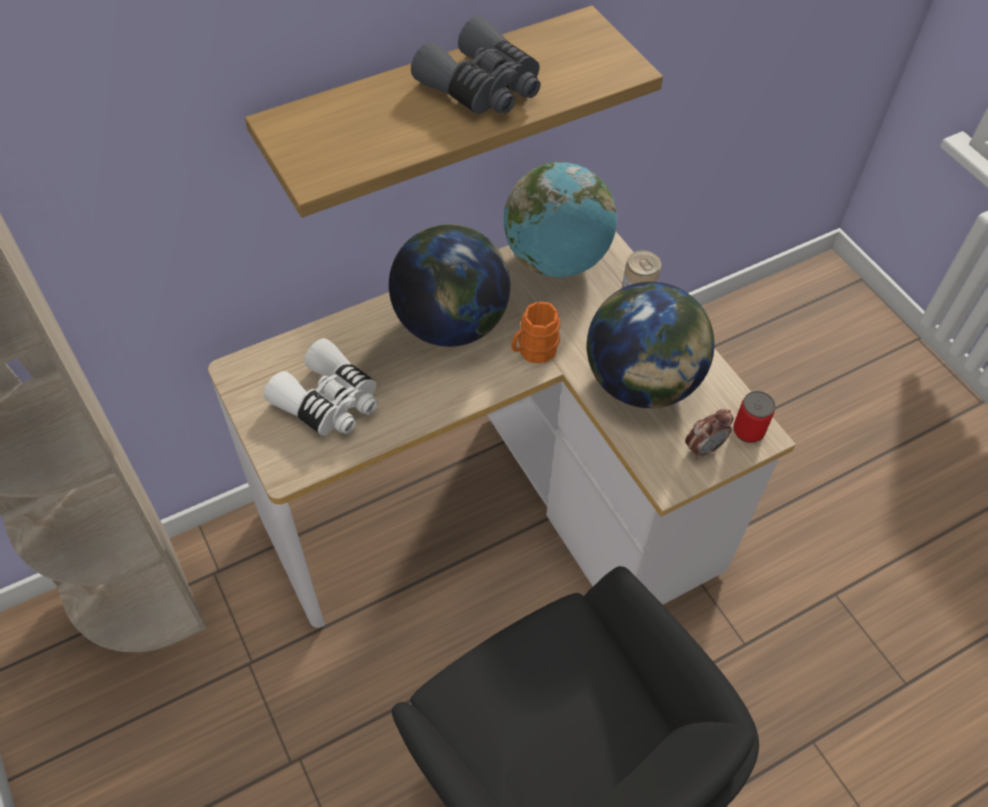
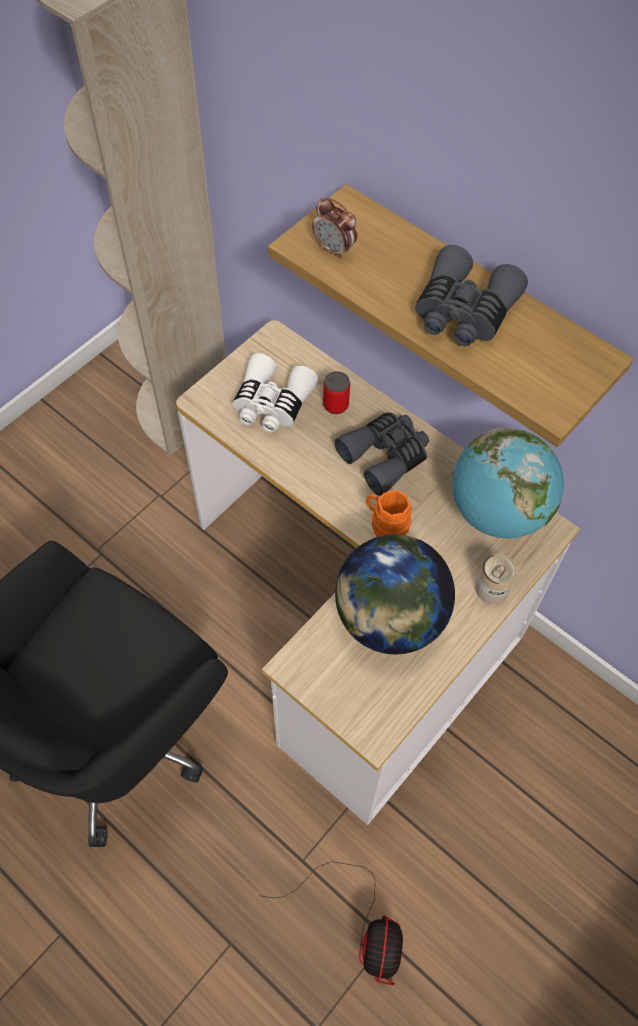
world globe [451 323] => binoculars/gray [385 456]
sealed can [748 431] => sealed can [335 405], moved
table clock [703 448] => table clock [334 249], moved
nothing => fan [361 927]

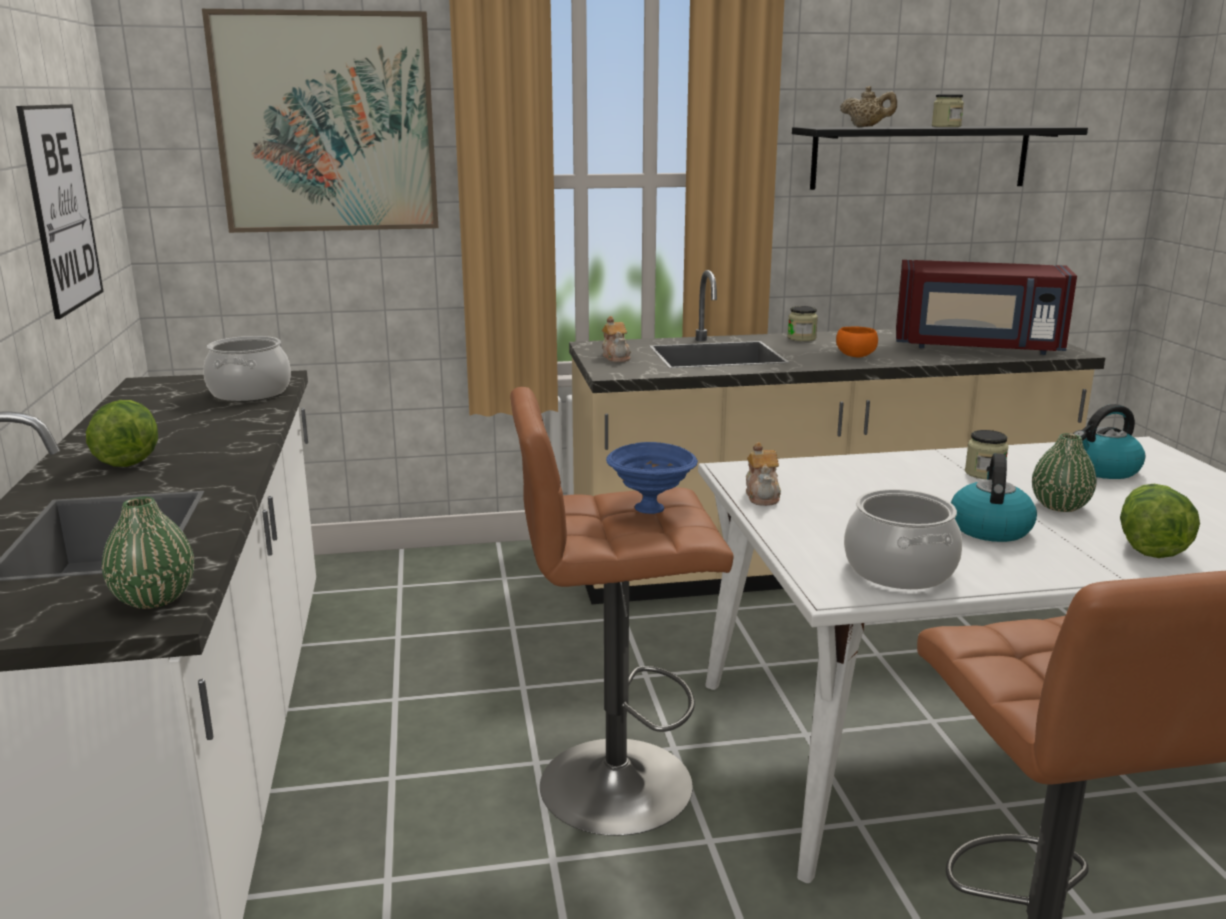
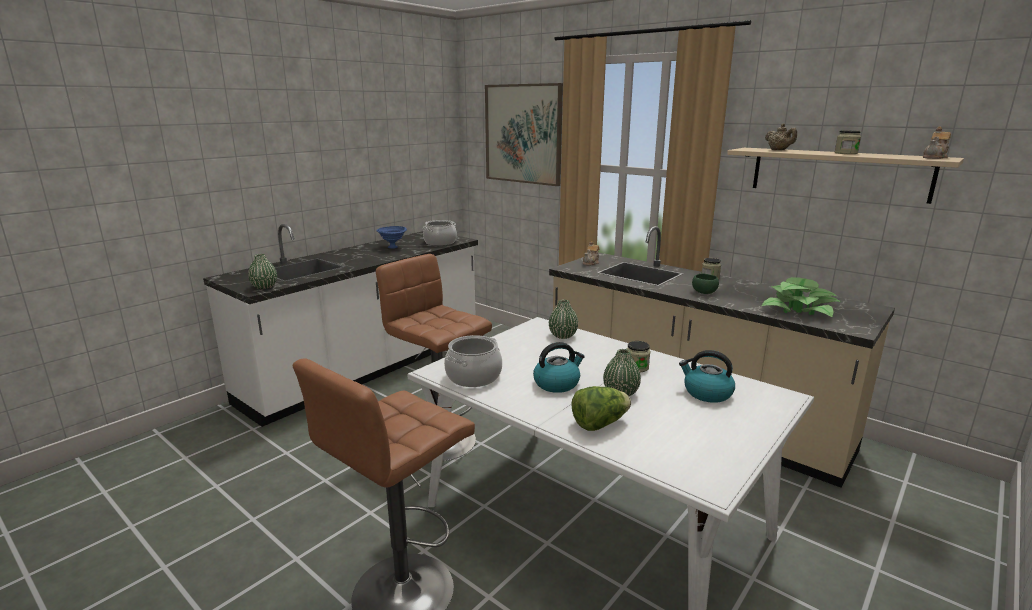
picture [61 208] => nothing
wall shelf/black [920 157] => wall shelf/beige-coloured [838 173]
microwave/red [977 347] => houseplant [799 309]
serving bowl/orange-coloured [855 356] => serving bowl/green-coloured [703 292]
lettuce head [128 458] => nothing
serving bowl/bluish [652 509] => serving bowl/bluish [393 247], moved
teapot [763 496] => teapot [935 157], moved
nothing => decorative vase/green-coloured [562 335]

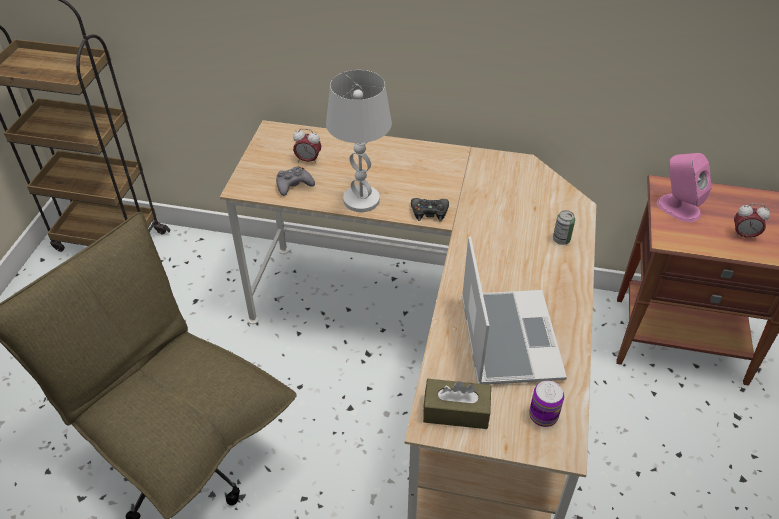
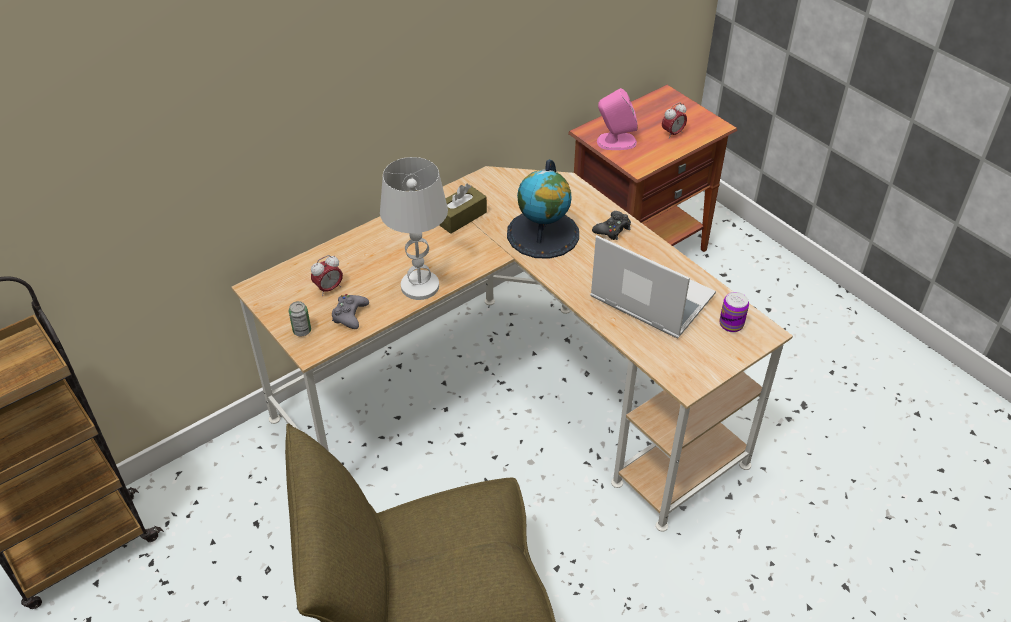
game controller/black [429 212] => game controller/black [612 229], moved
sealed can [561 240] => sealed can [302 331], moved
box of tissues/brownish [456 411] => box of tissues/brownish [460 217], moved
nothing => world globe [543 234]

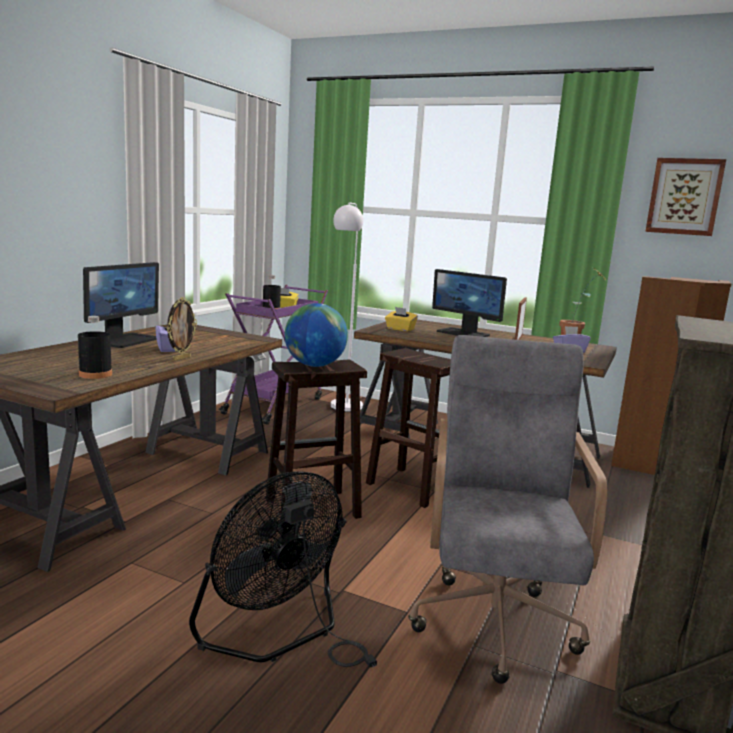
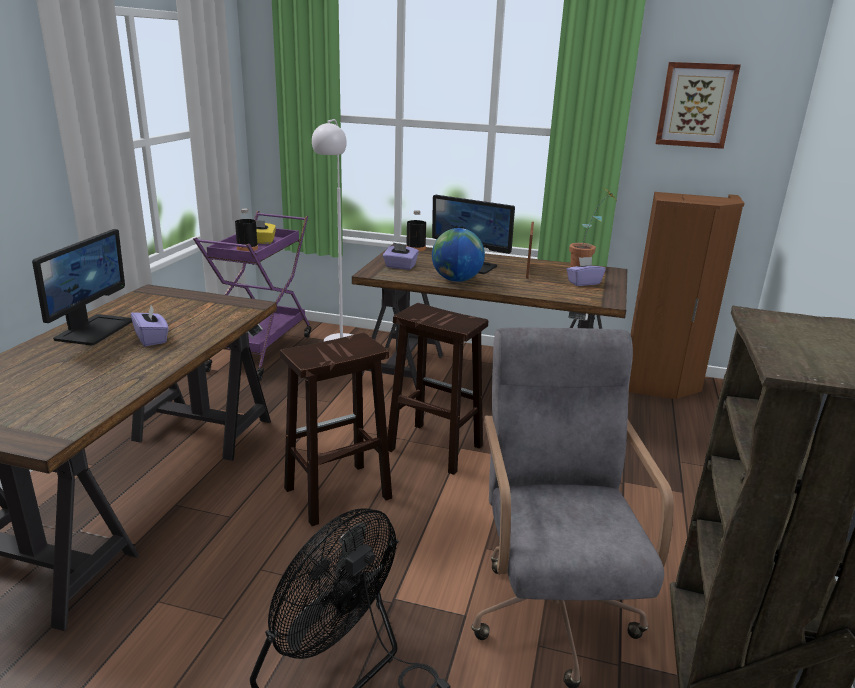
picture frame [181 359] => nothing
world globe [314 365] => world globe [456 280], moved
box of tissues/yellow-coloured [400 329] => box of tissues/purple [400 266]
drink bottle/black [95 374] => drink bottle/black [415 248], moved

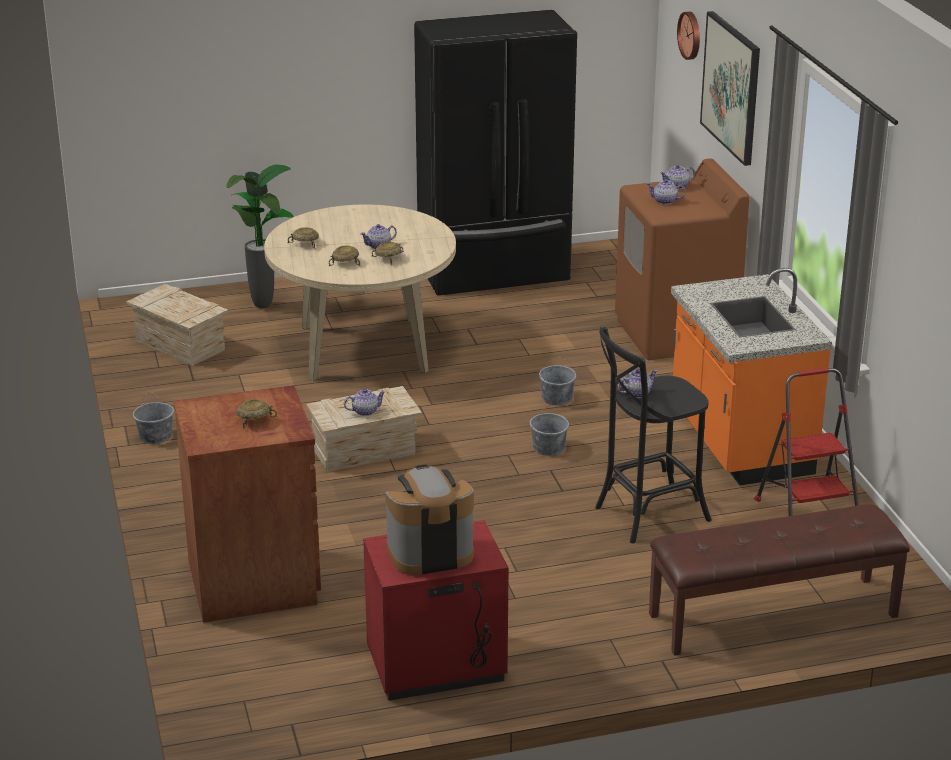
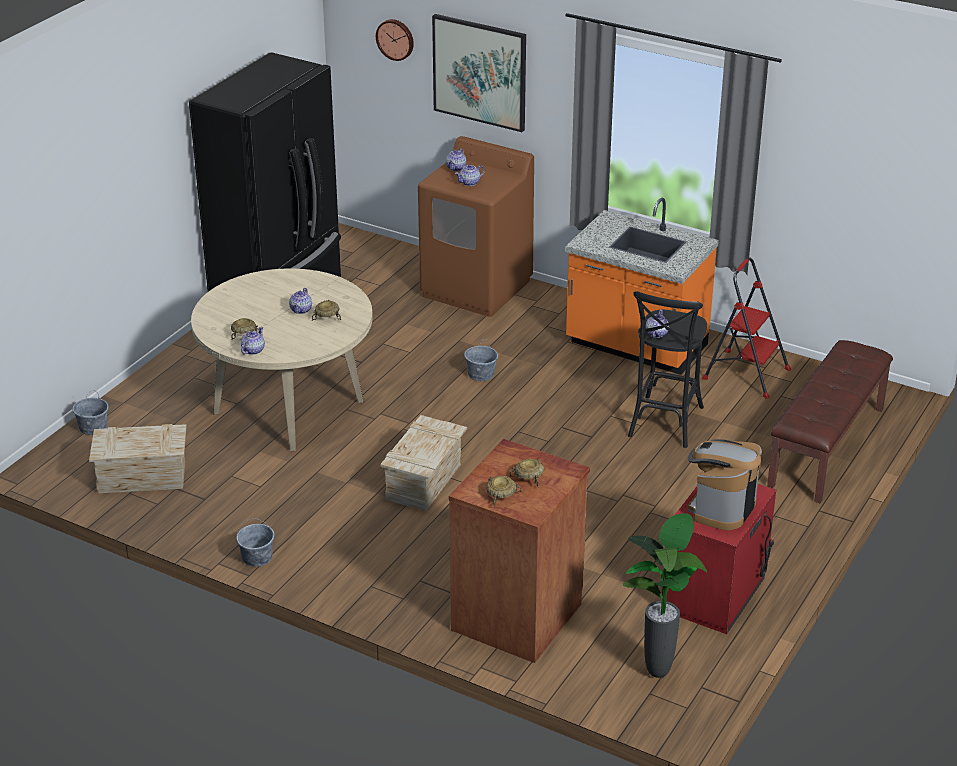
houseplant [264 306] => houseplant [659 672], moved
serving bowl/beige-coloured [346 262] => serving bowl/beige-coloured [501 495], moved
teapot [364 411] => teapot [252 350], moved
bucket/gray [549 448] => bucket/gray [93 427], moved

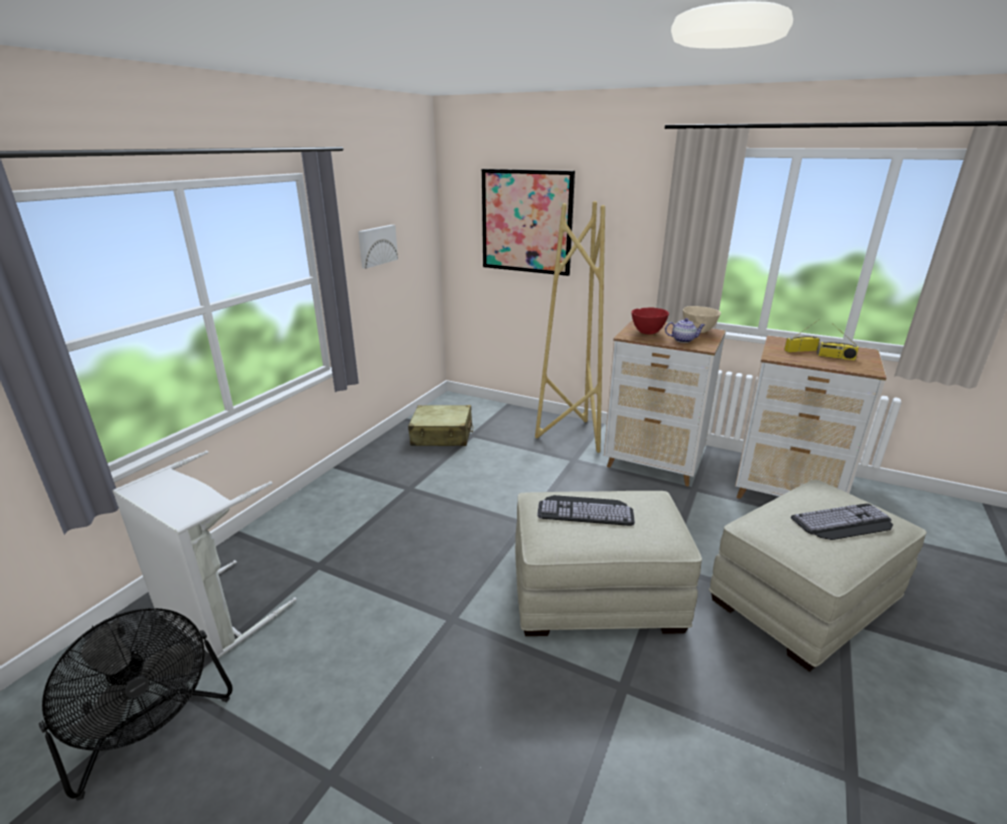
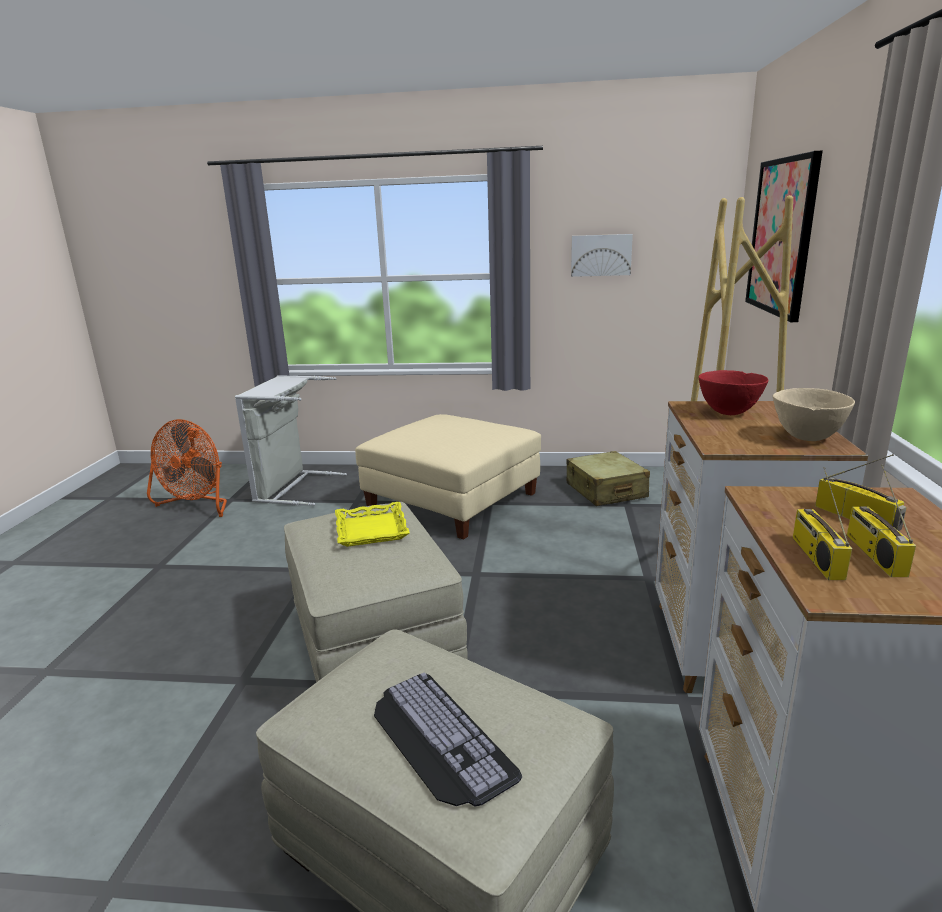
teapot [683 340] => nothing
keyboard [586 510] => carrying tray/yellow-coloured [372 530]
fan/black [143 730] => fan/orange-coloured [198 503]
nothing => ottoman/beige-coloured [453 500]
nothing => radio receiver [815 556]

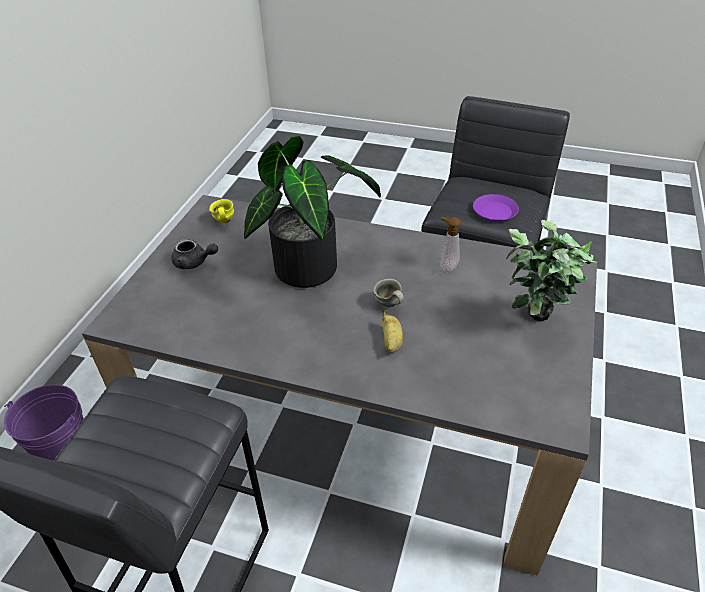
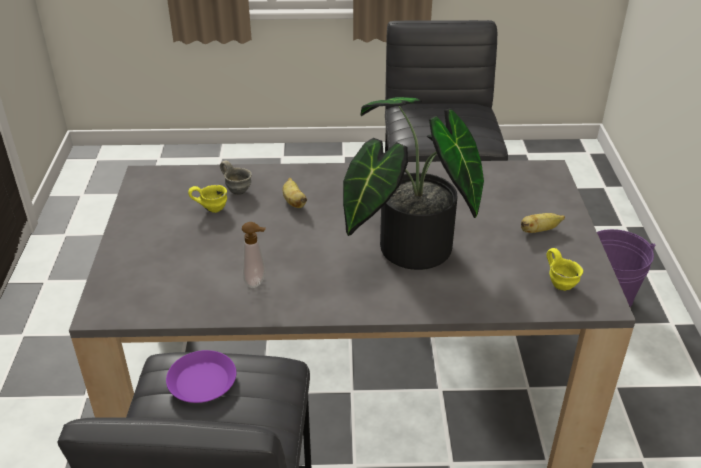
houseplant [534 325] => nothing
teapot/gray [194 262] => banana fruit [539 230]
mug/gray [388 306] => mug/gray [238 189], moved
nothing => mug/yellow-coloured [211 208]

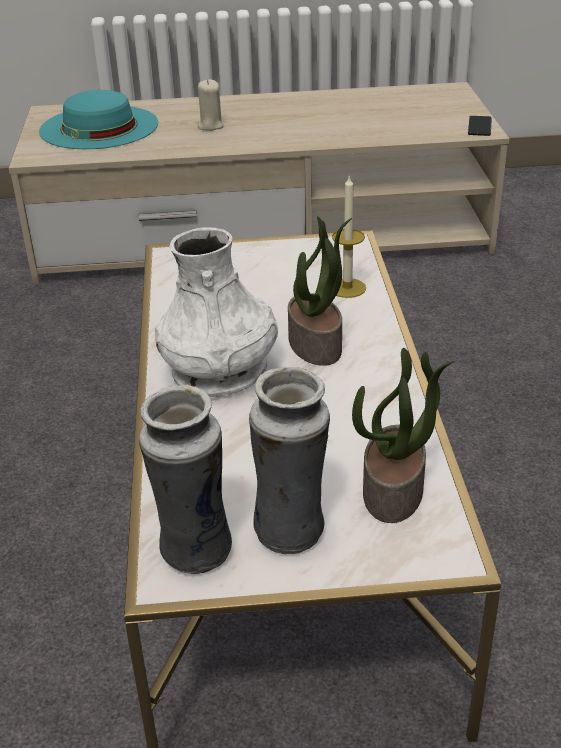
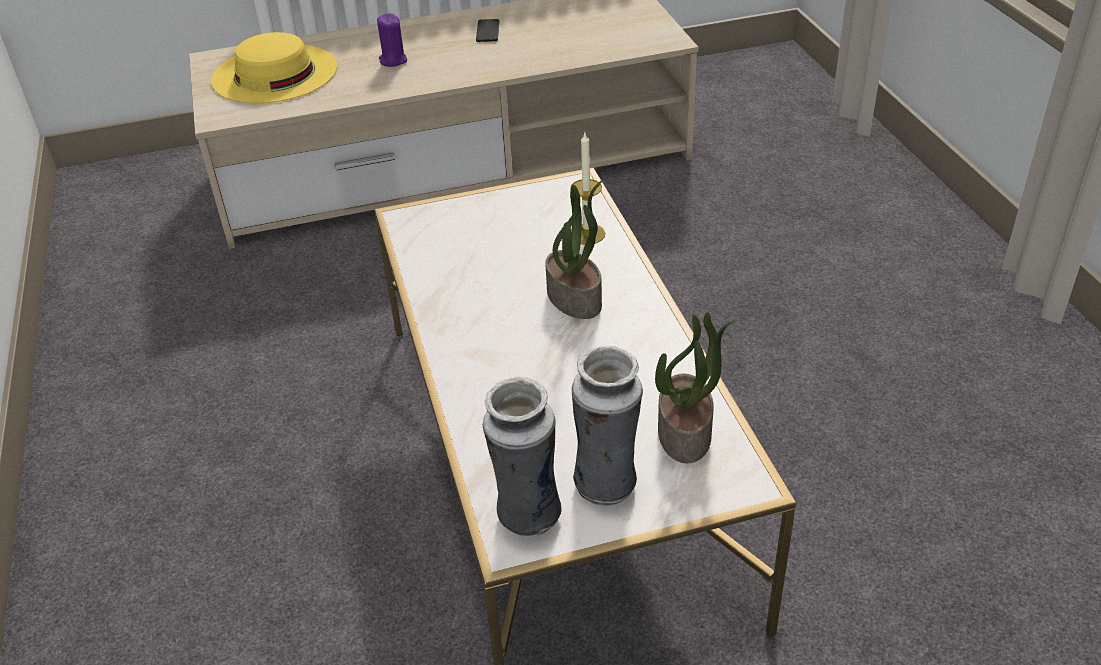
wax candle/beige-coloured [210 126] => wax candle/purple [393 60]
wearable hat/turquoise-coloured [99 127] => wearable hat/yellow-coloured [274 73]
handset [479 126] => handset [487 31], moved
decorative vase/white [219 370] => nothing

